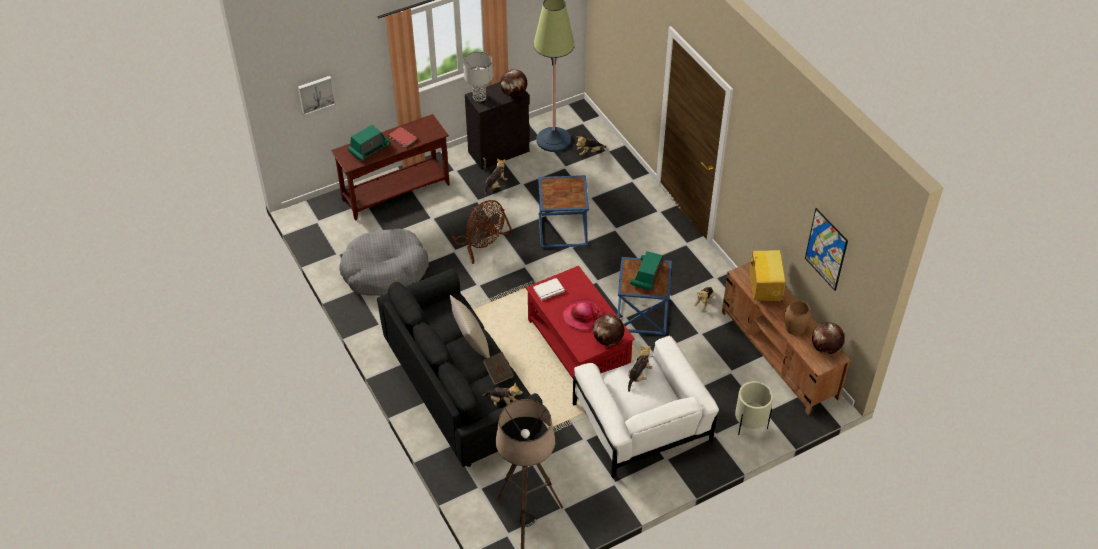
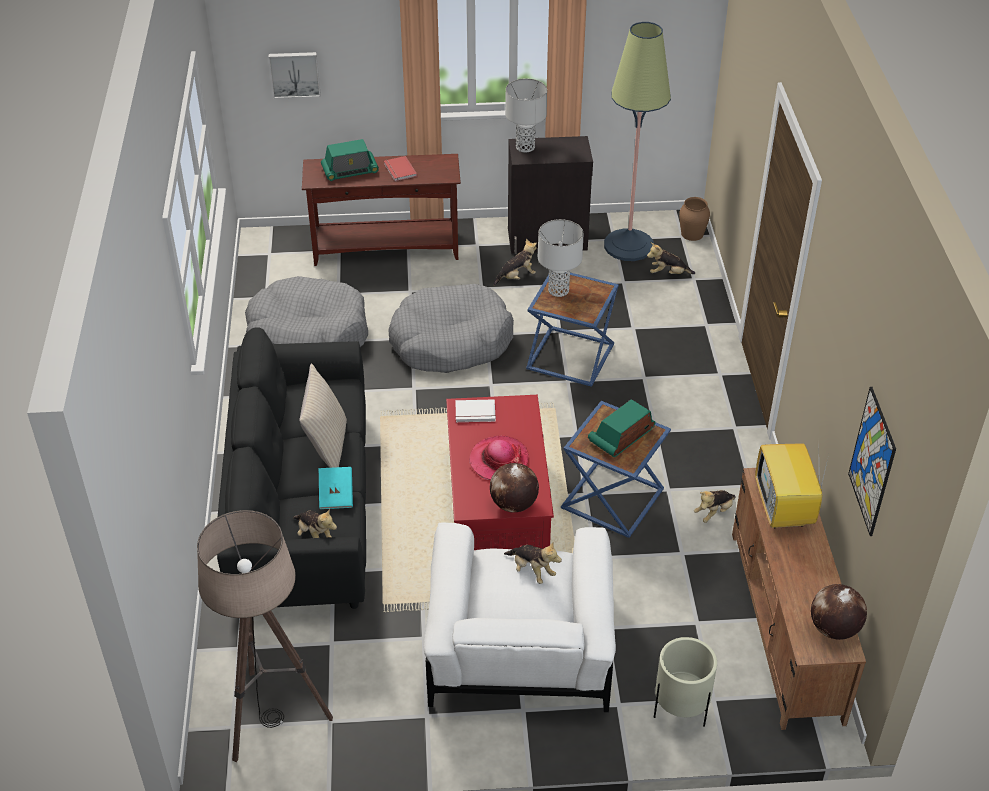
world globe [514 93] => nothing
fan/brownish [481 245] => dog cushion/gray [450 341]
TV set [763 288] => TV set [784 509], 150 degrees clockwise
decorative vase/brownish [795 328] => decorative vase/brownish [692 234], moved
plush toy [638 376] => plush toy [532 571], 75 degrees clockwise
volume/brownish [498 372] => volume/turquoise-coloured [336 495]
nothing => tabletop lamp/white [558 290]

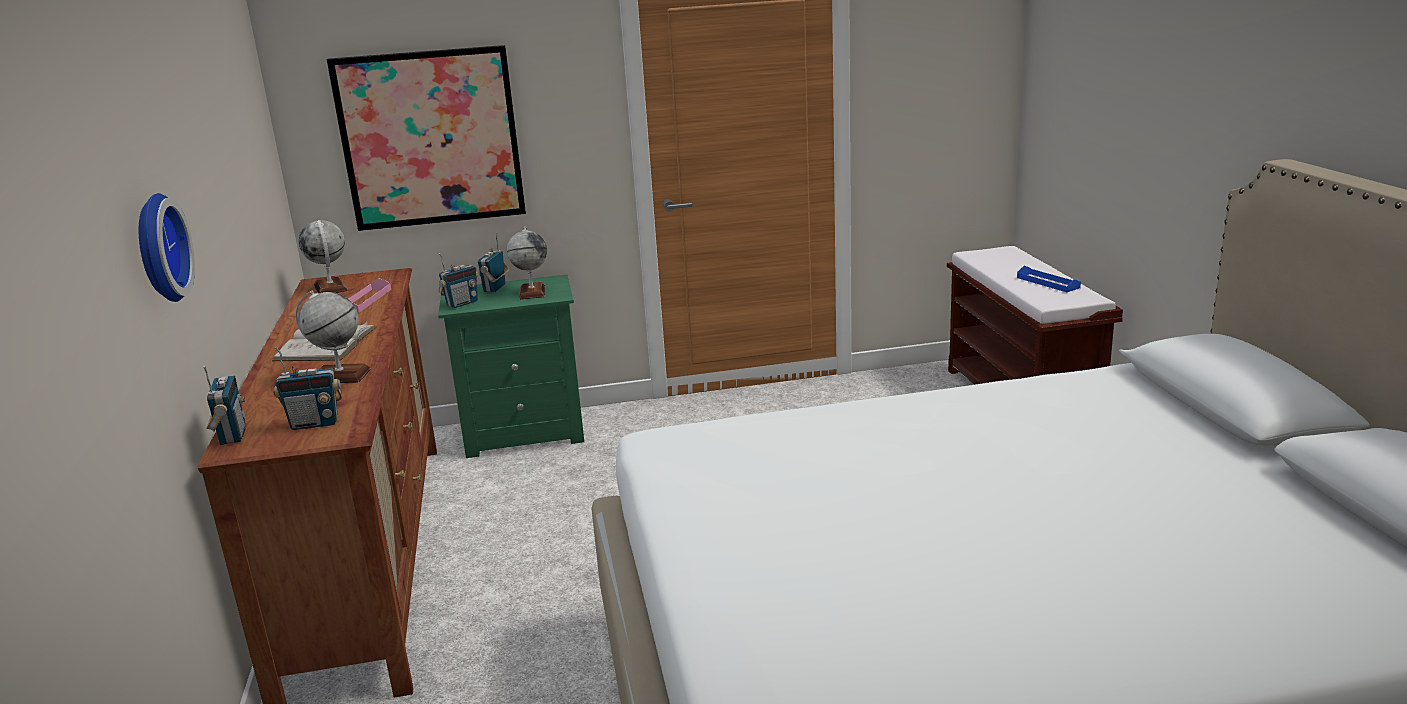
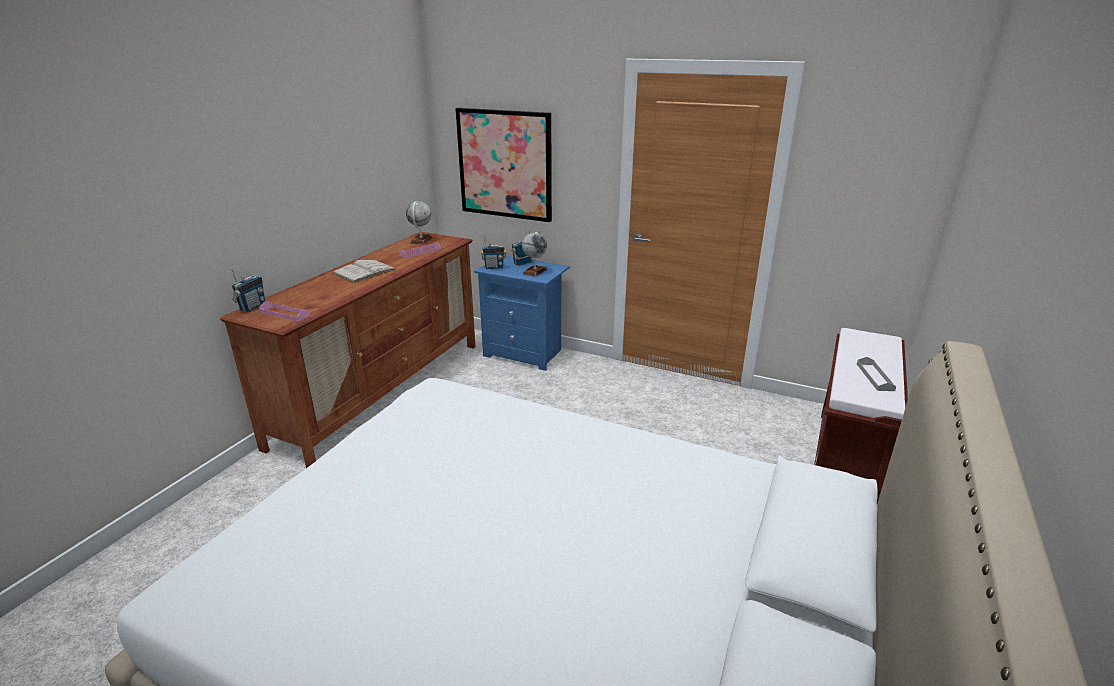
clock on the wall [156 249] => nothing
carrying tray/bluish [1048 283] => carrying tray/gray [875 377]
bedside table/green-coloured [525 433] => bedside table/bluish [525 353]
world globe [340 376] => nothing
radio receiver [315 423] => carrying tray/pinkish [285 314]

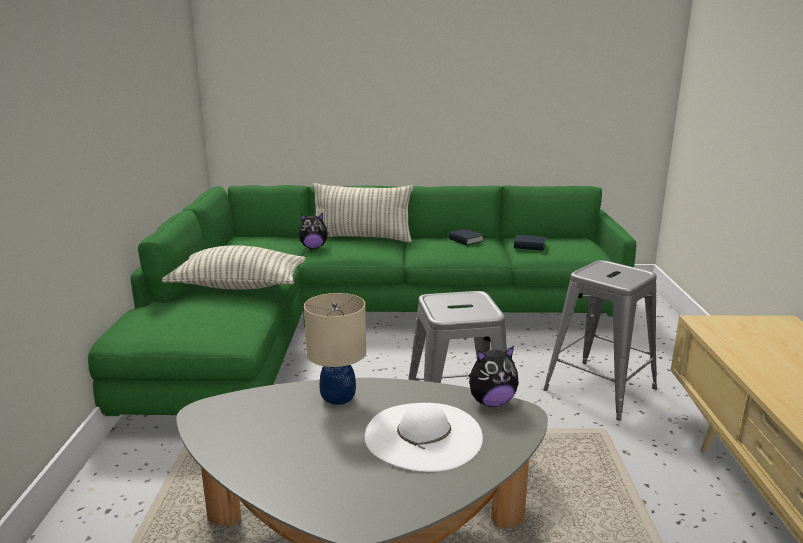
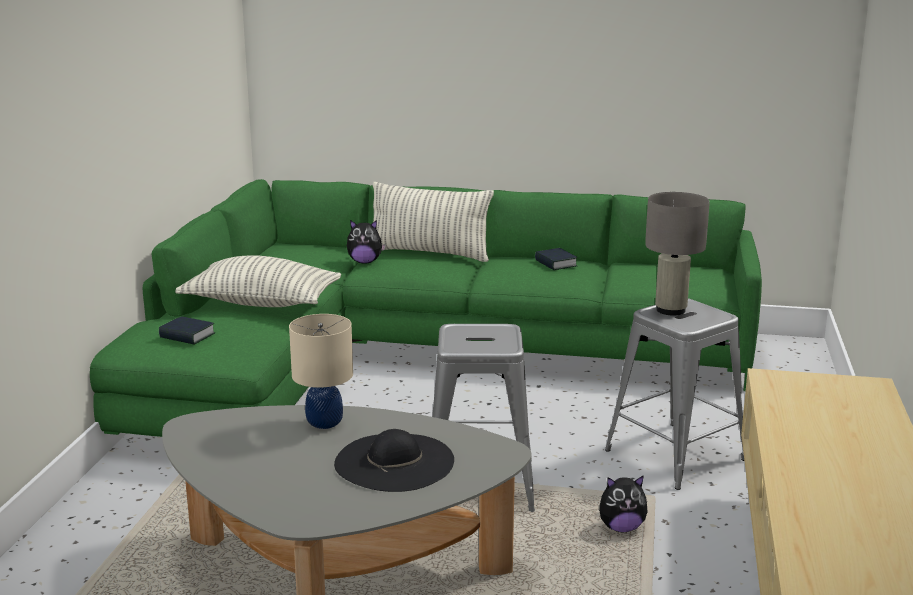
volume [529 246] => volume [187 336], moved
plush toy [491 402] => plush toy [621 528], moved
wearable hat/white [423 435] => wearable hat/black [394 462]
nothing => tabletop lamp/gray [670 310]

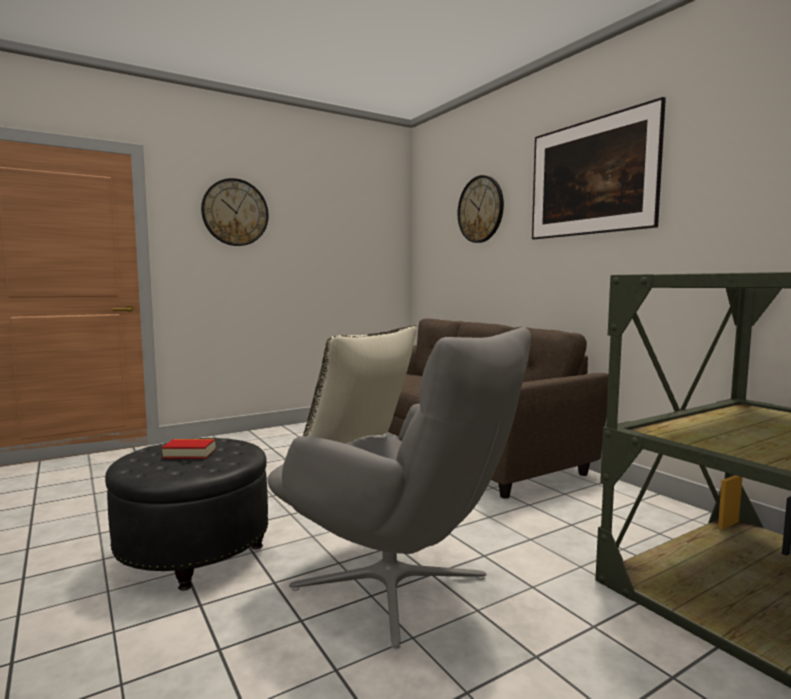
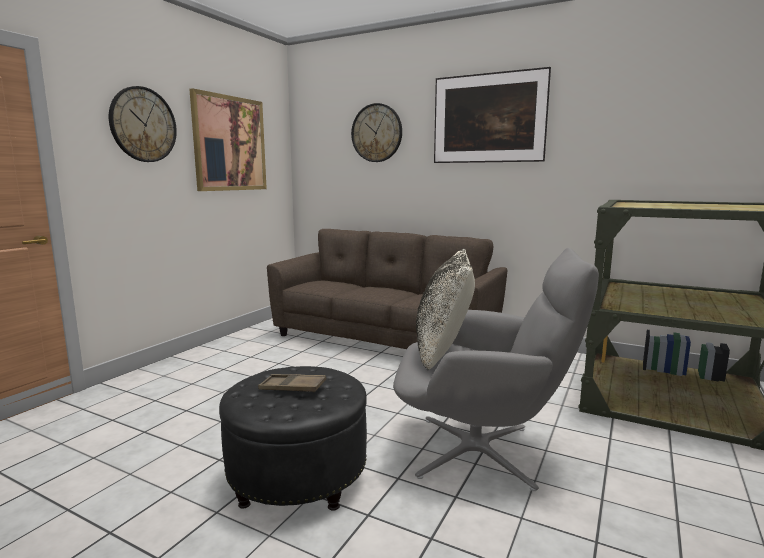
volume [189 453] => carrying tray/brownish [292 388]
nothing => picture [230 144]

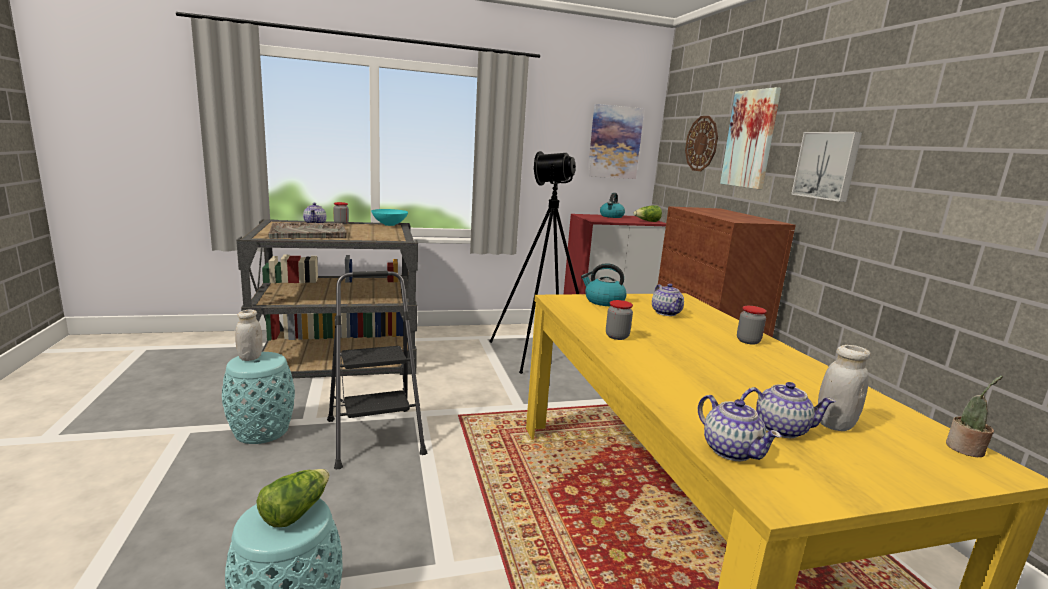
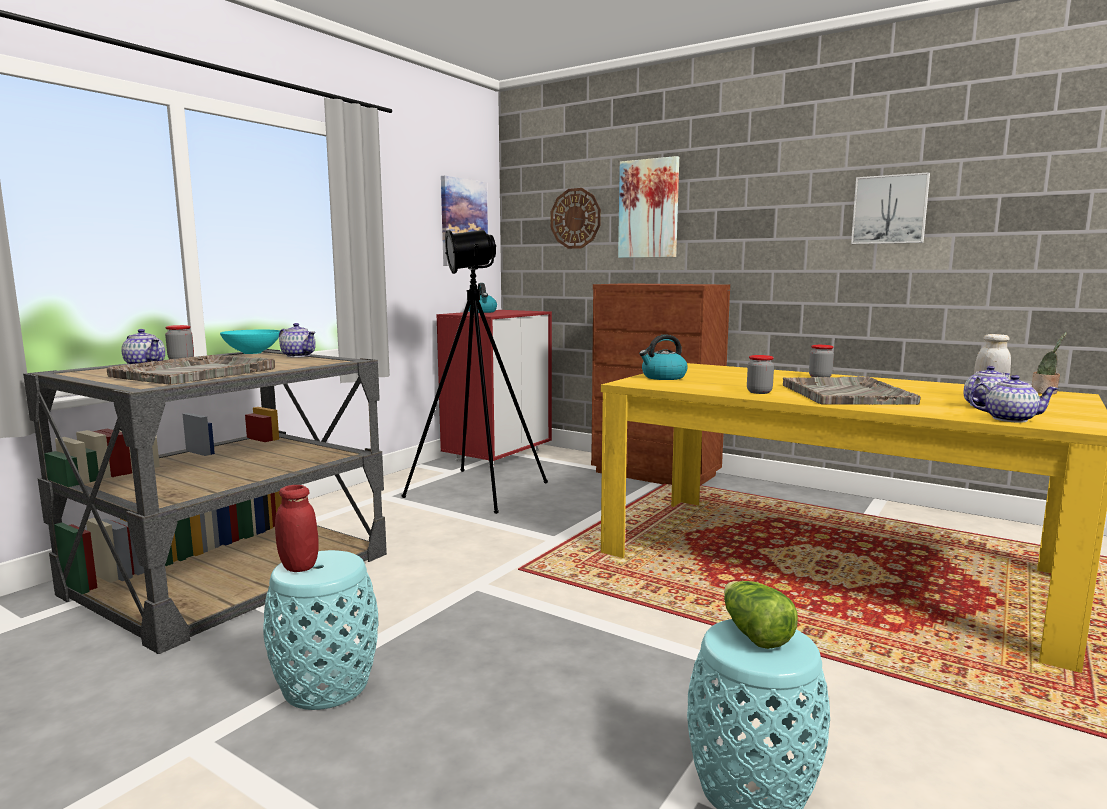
picture [827 165] => picture [890 210], moved
lettuce head [647 221] => nothing
step stool/black [374 433] => nothing
teapot [666 312] => teapot [298 355], moved
jar/white [250 357] => jar/red [299 566]
nothing => carrying tray/gray [845 394]

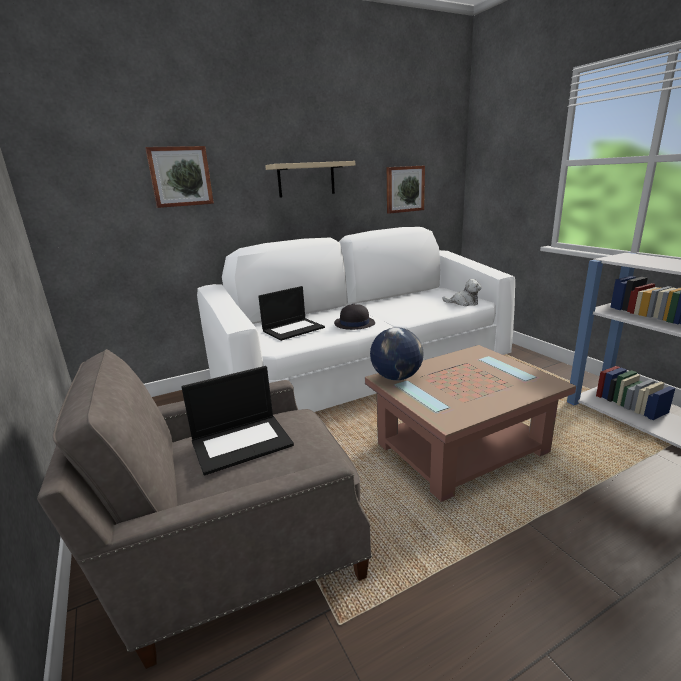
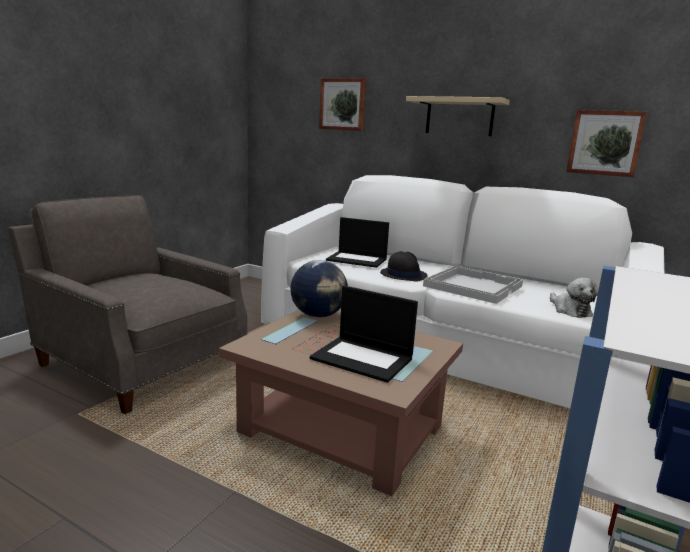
notebook computer [242 442] => notebook computer [363 358], moved
nothing => carrying tray/white [472 286]

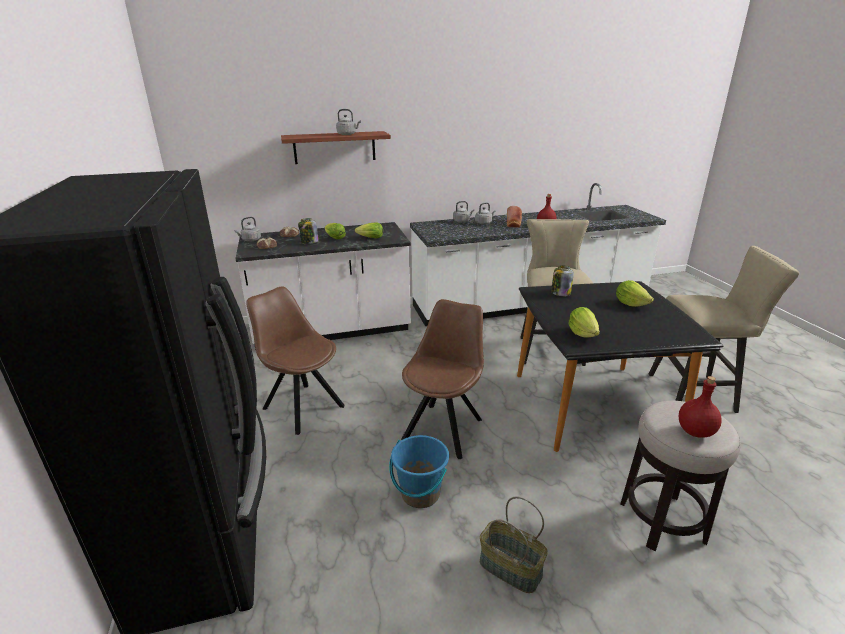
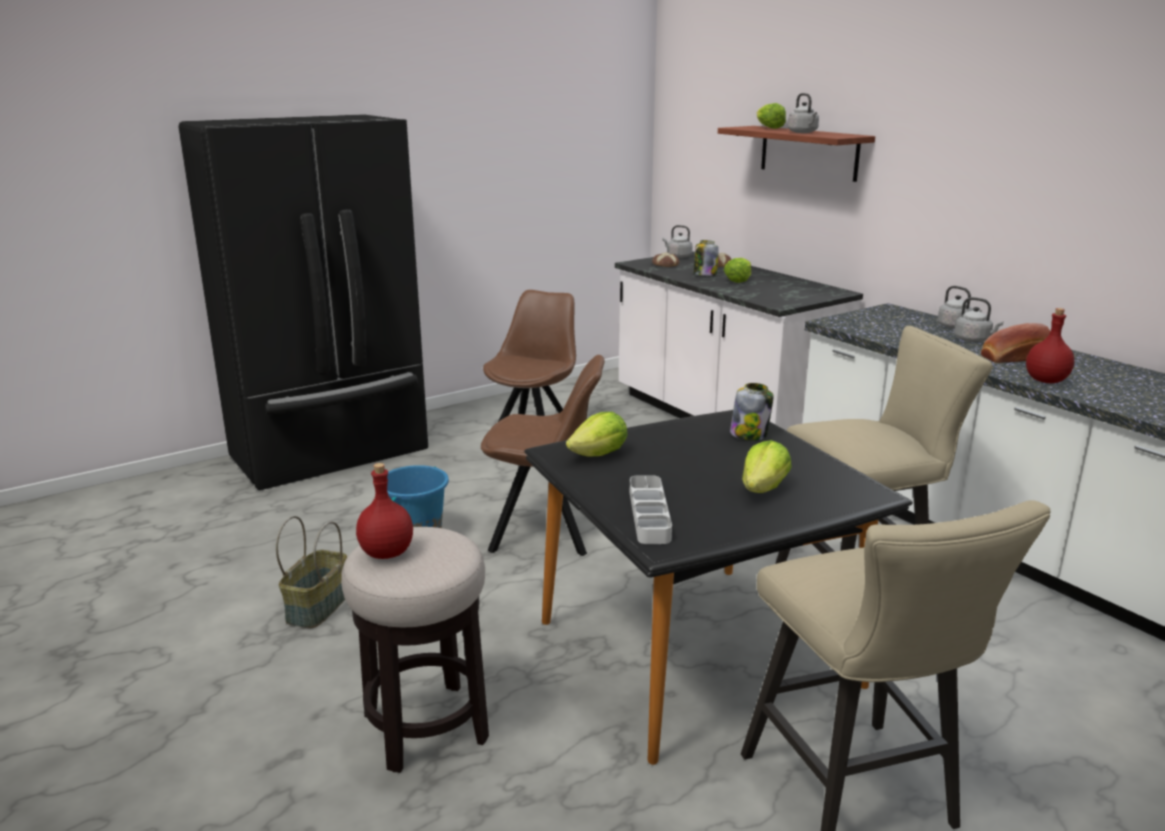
lettuce head [370 238] => lettuce head [768 128], moved
nothing => carrying tray/gray [649 514]

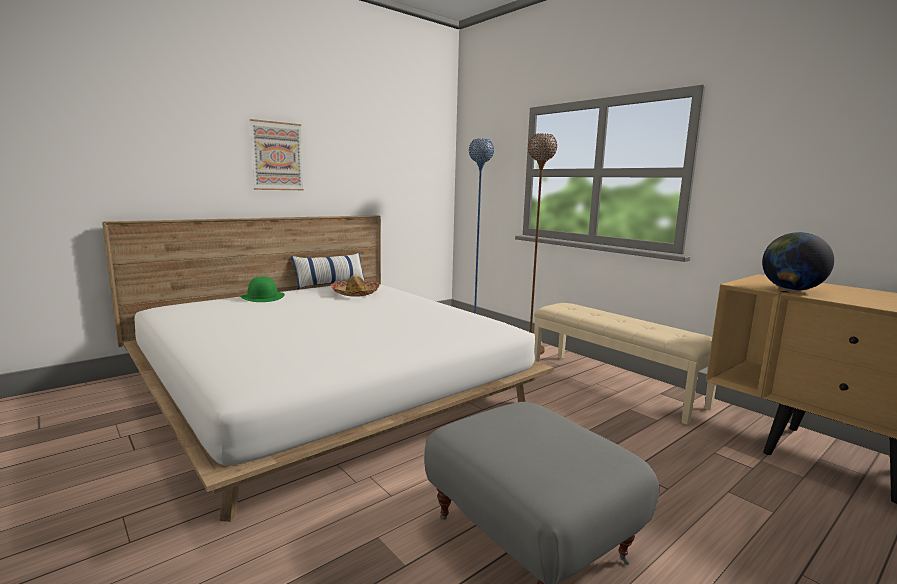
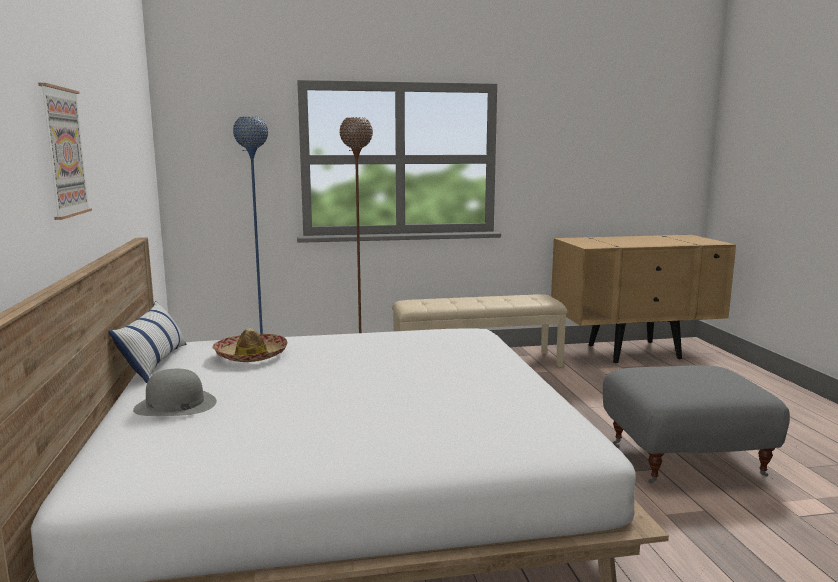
world globe [791 289] => nothing
wearable hat/green-coloured [262 297] => wearable hat/gray [175 405]

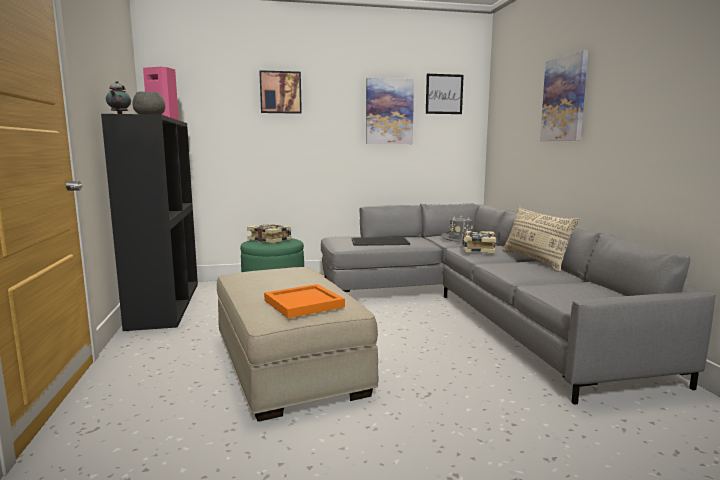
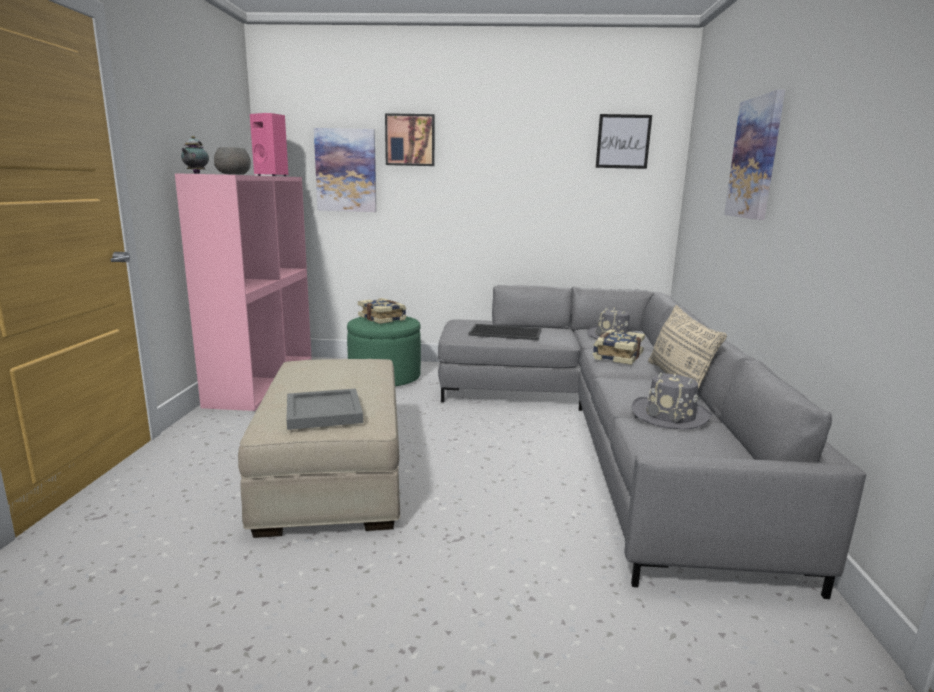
picture [389 111] => picture [346 170], moved
bookshelf/black [164 304] => bookshelf/pinkish [262 380]
carrying tray/orange-coloured [303 304] => carrying tray/gray [322 413]
nothing => wearable hat/gray [671 415]

